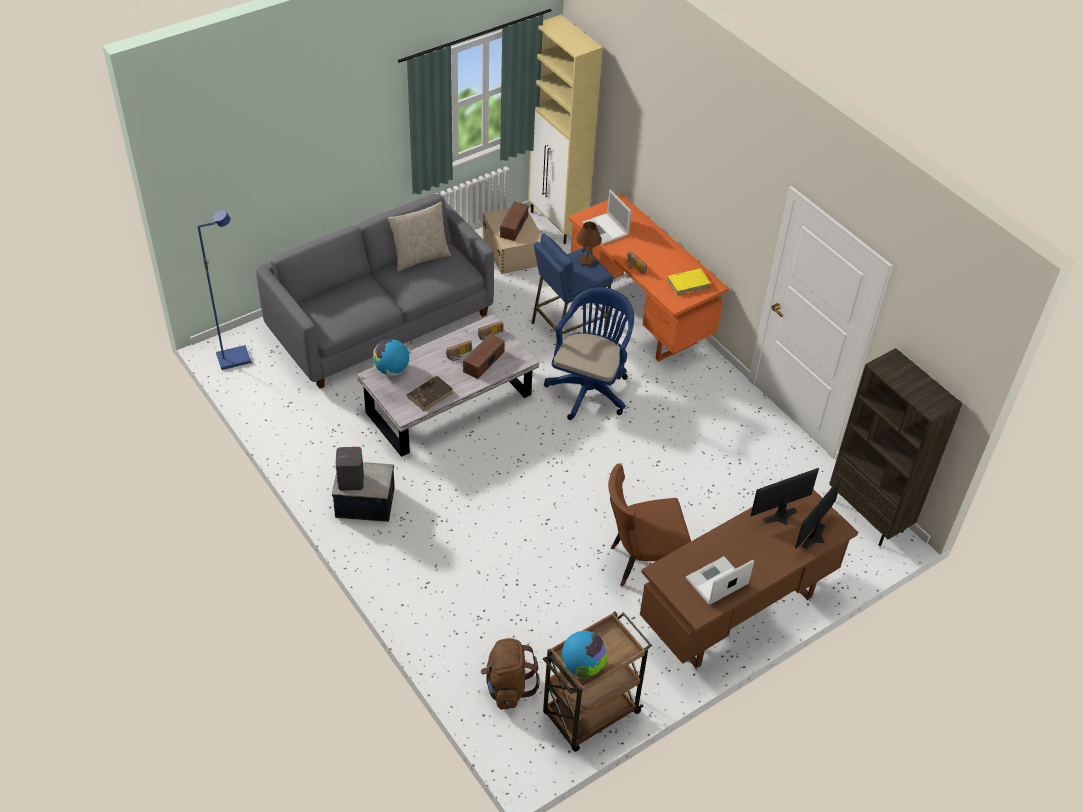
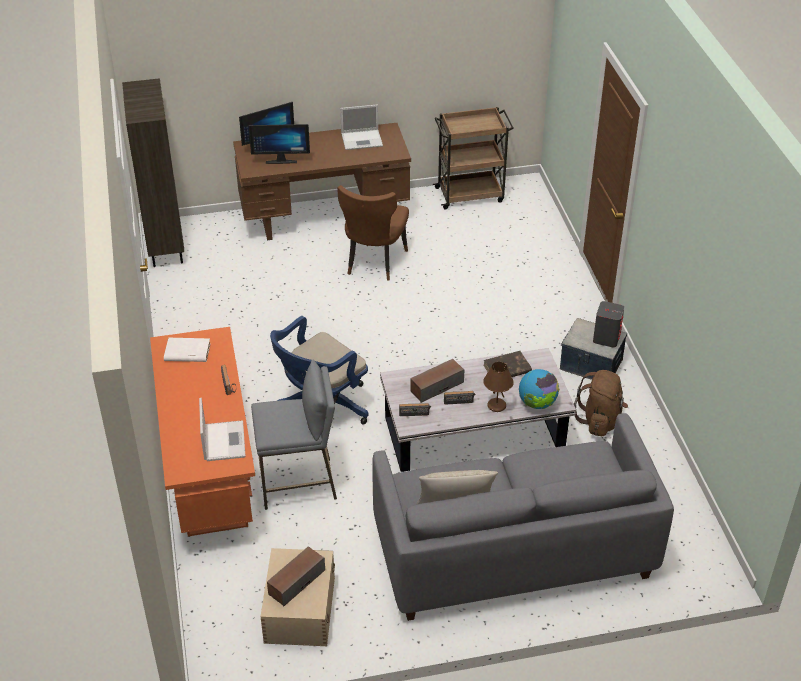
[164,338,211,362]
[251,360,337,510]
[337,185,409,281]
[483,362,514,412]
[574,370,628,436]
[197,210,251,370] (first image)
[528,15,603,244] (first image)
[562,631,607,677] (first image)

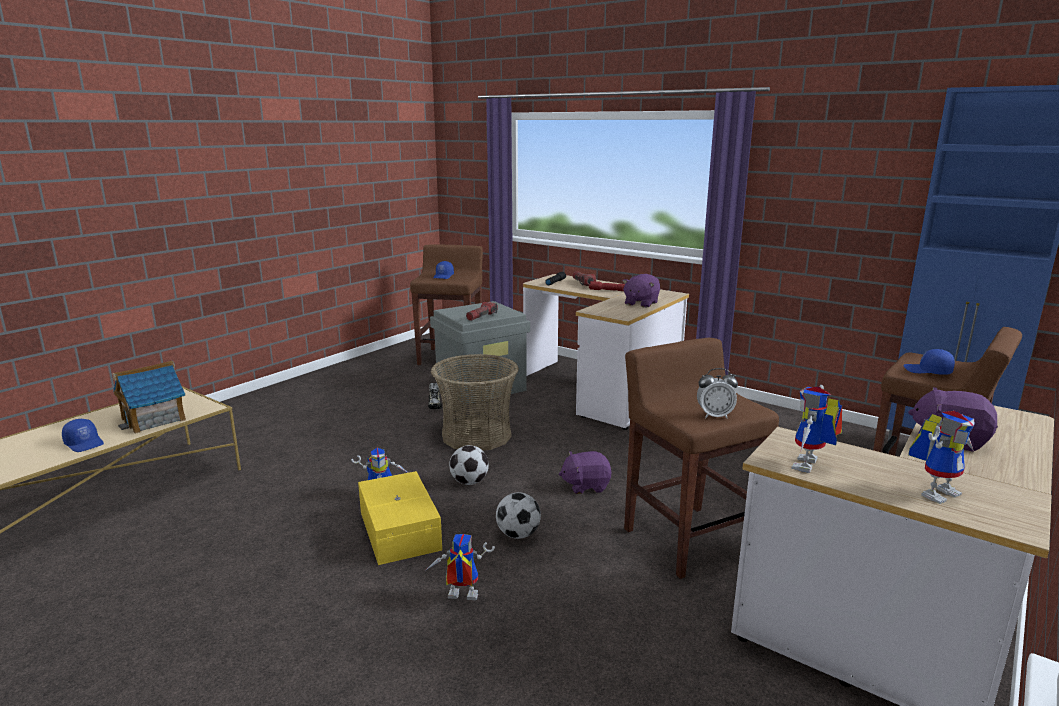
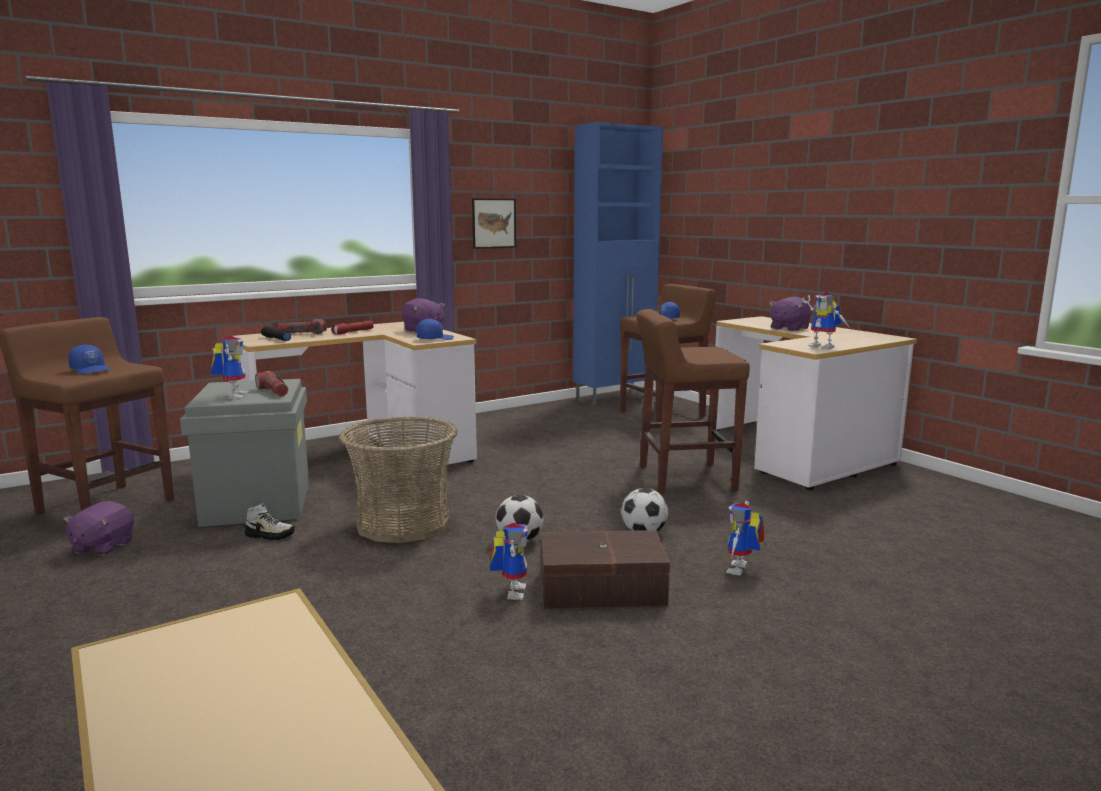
[63,501,134,556]
[211,336,247,399]
[417,318,454,340]
[472,198,516,249]
[541,530,670,608]
[112,361,186,434] (first image)
[697,368,738,419] (first image)

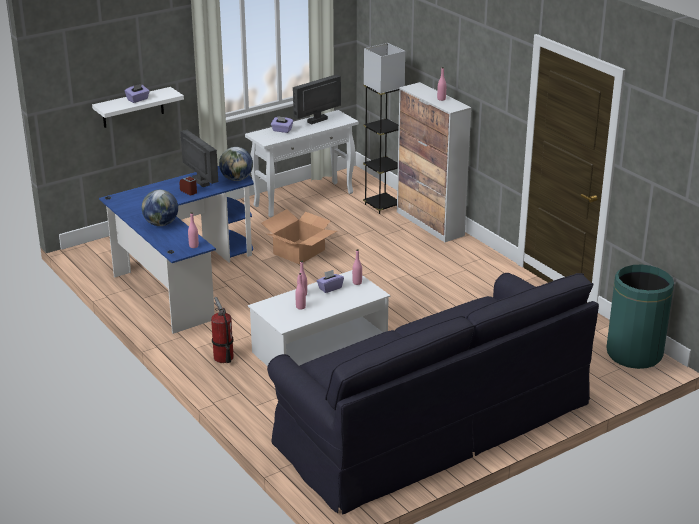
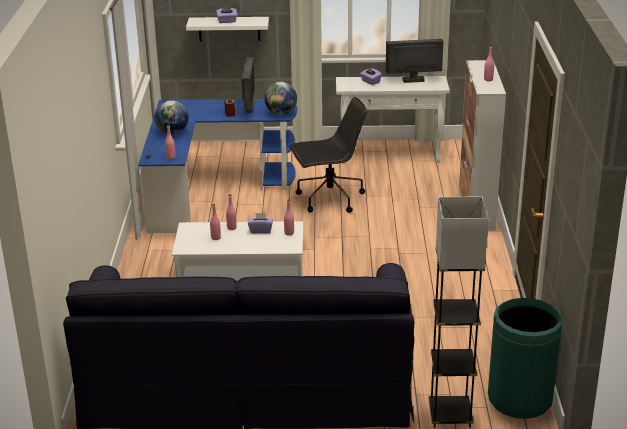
[289,97,367,213]
[428,196,488,428]
[211,297,234,363] (first image)

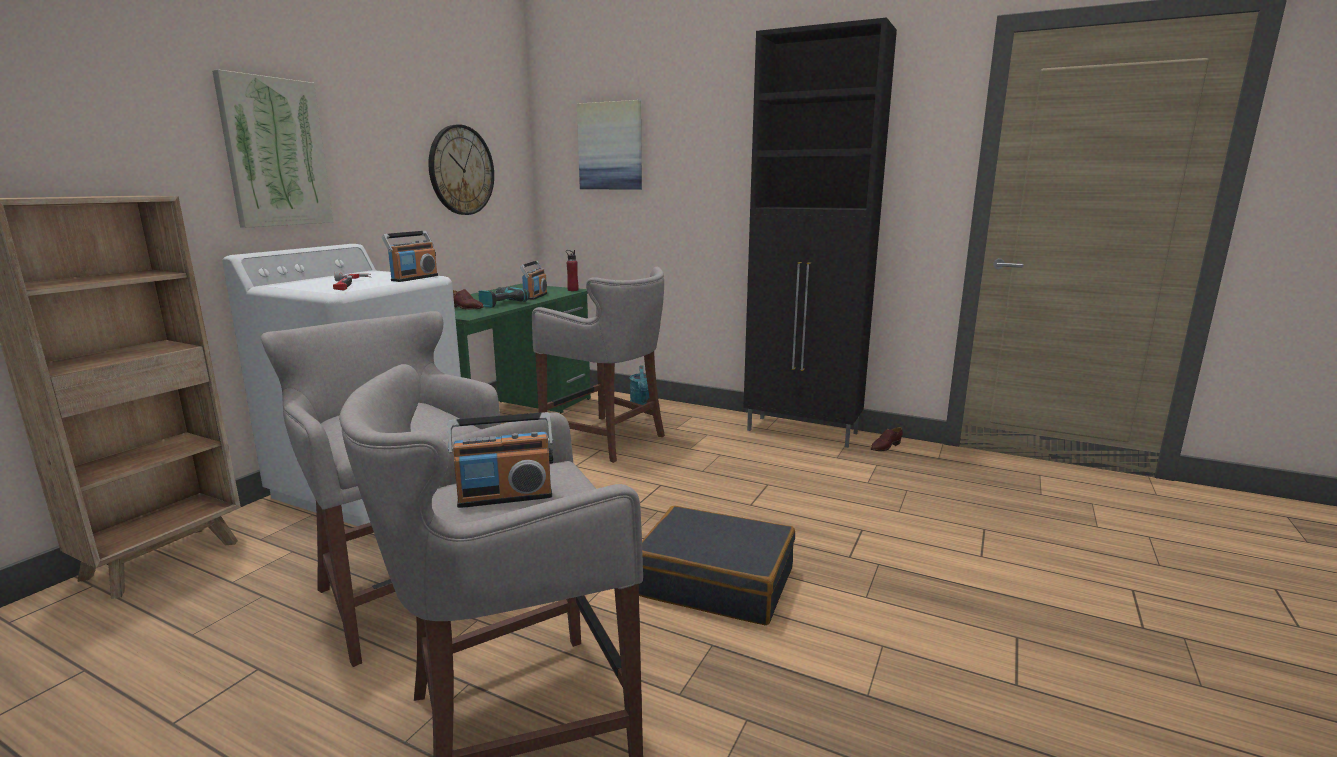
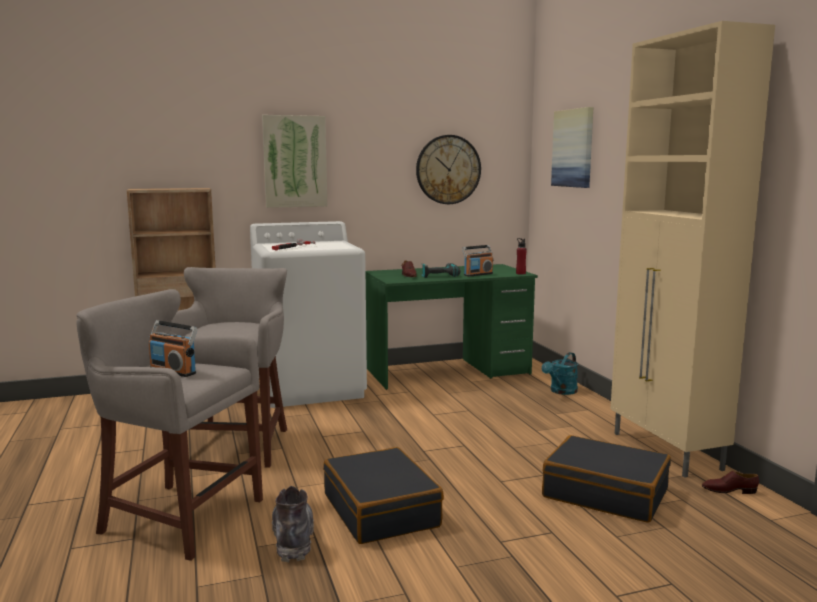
[272,486,314,562]
[542,435,671,523]
[610,21,775,477]
[382,231,438,282] (first image)
[532,266,665,463] (first image)

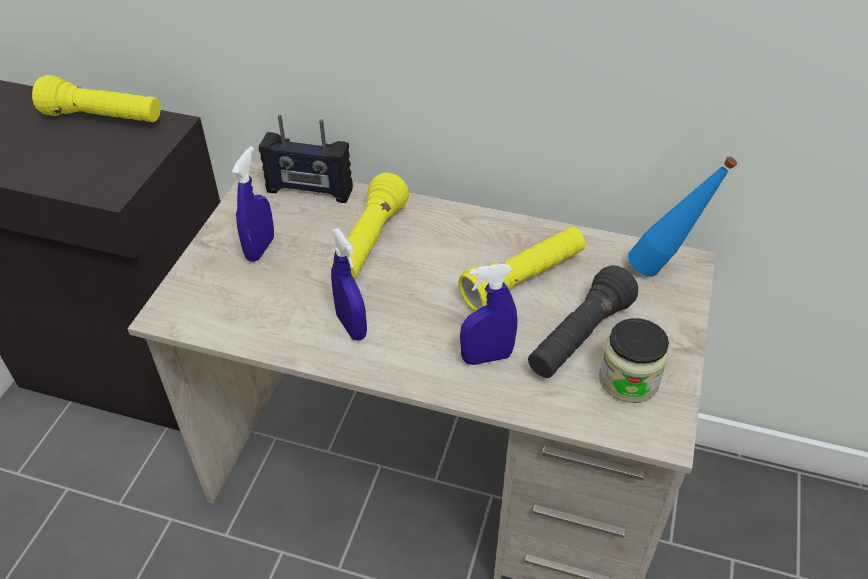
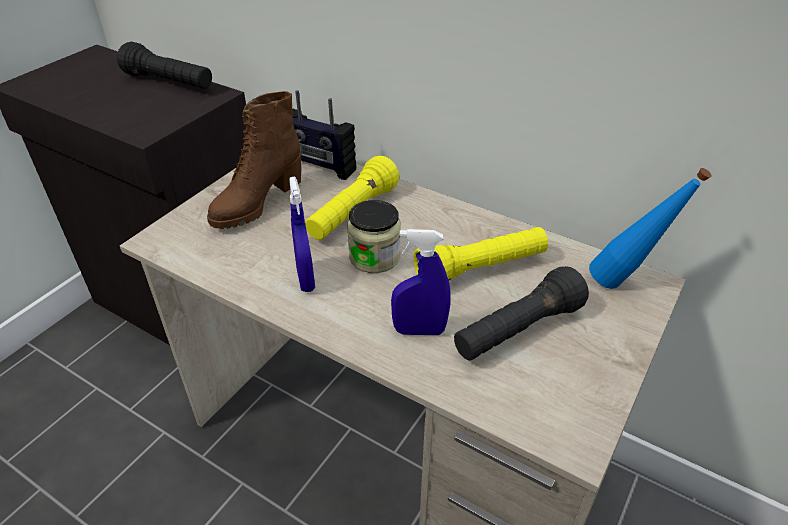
[117,42,212,89]
[207,91,301,229]
[347,200,401,273]

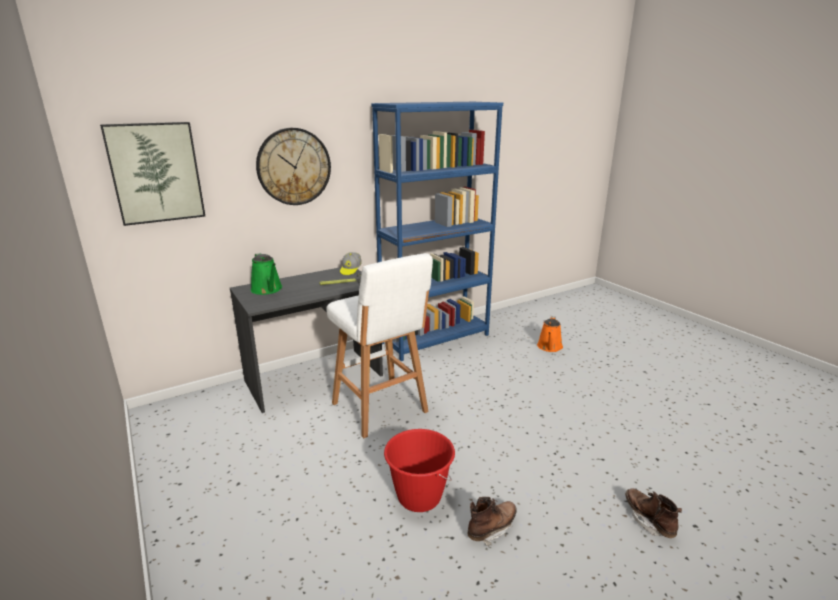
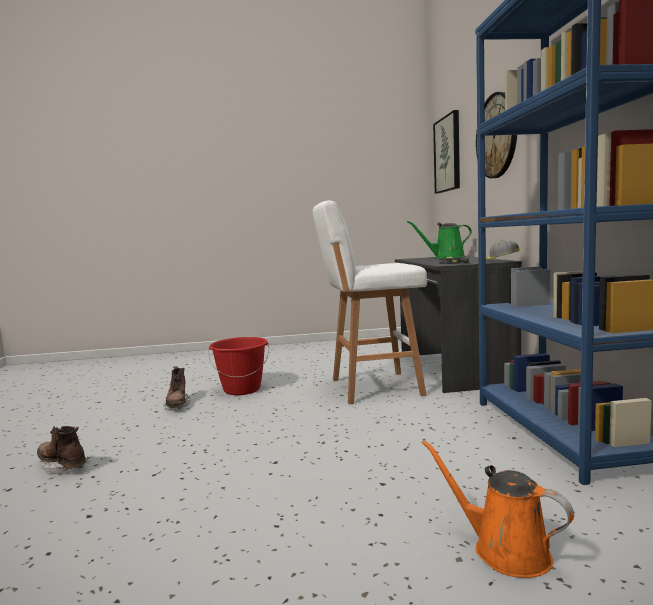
[37,426,89,476]

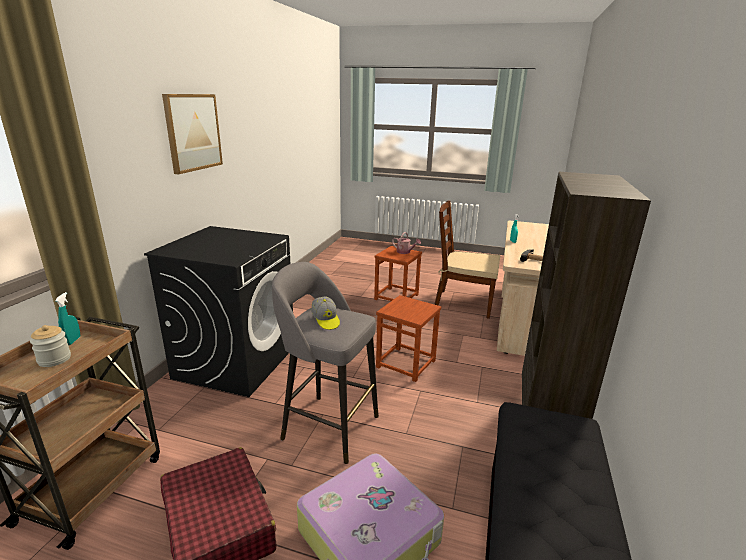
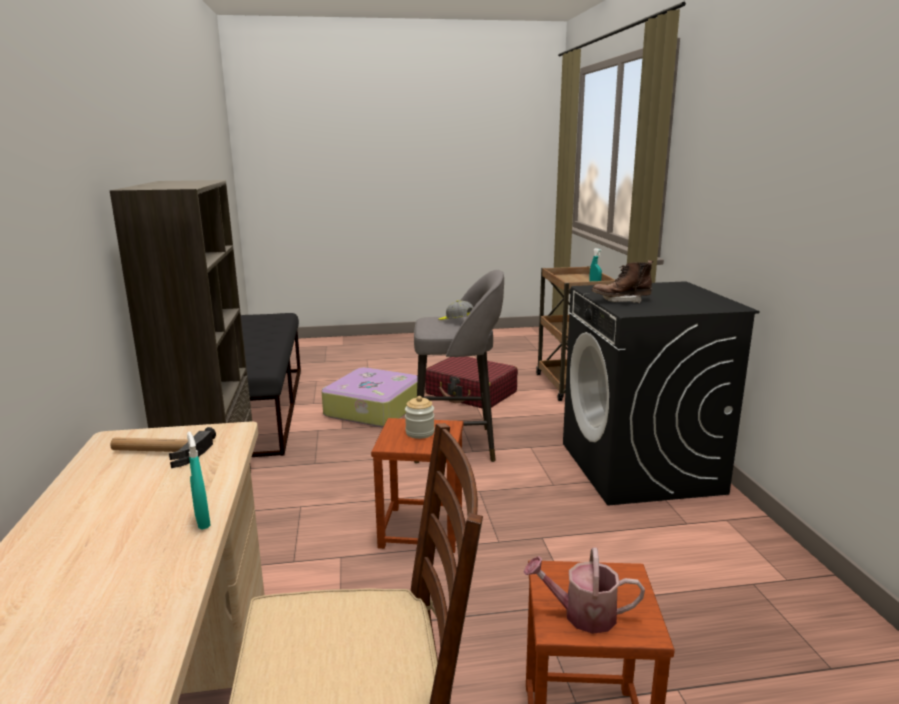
[405,396,435,439]
[591,260,653,303]
[162,94,223,174] (first image)

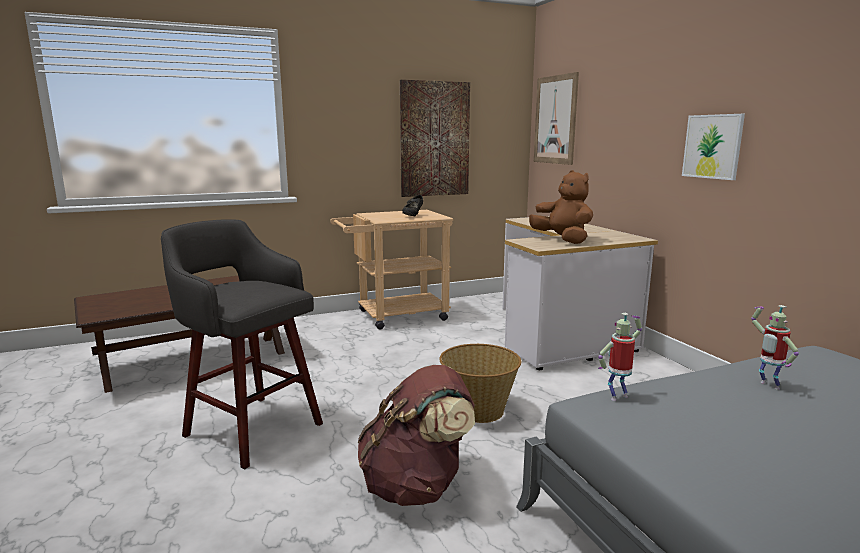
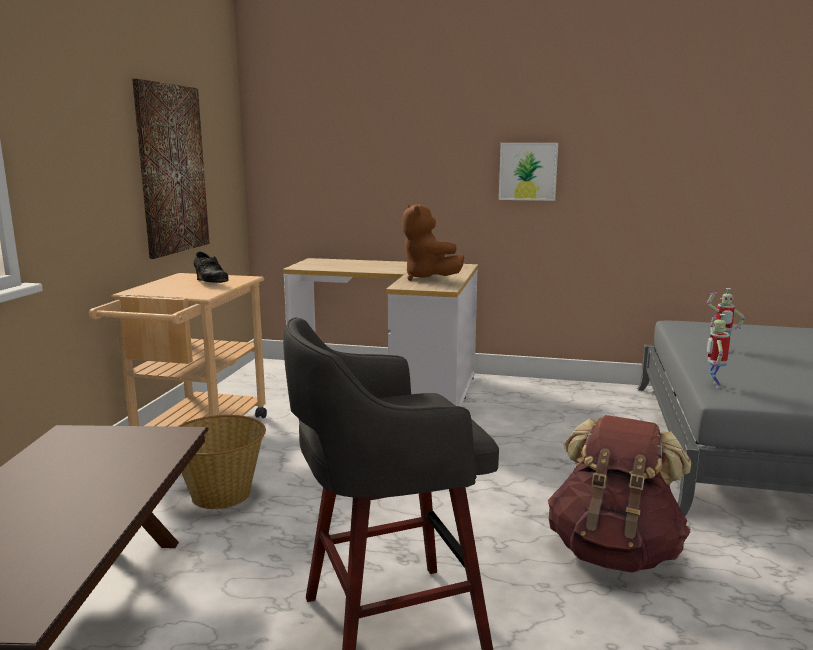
[177,415,266,509]
[402,204,464,281]
[534,72,579,165] (first image)

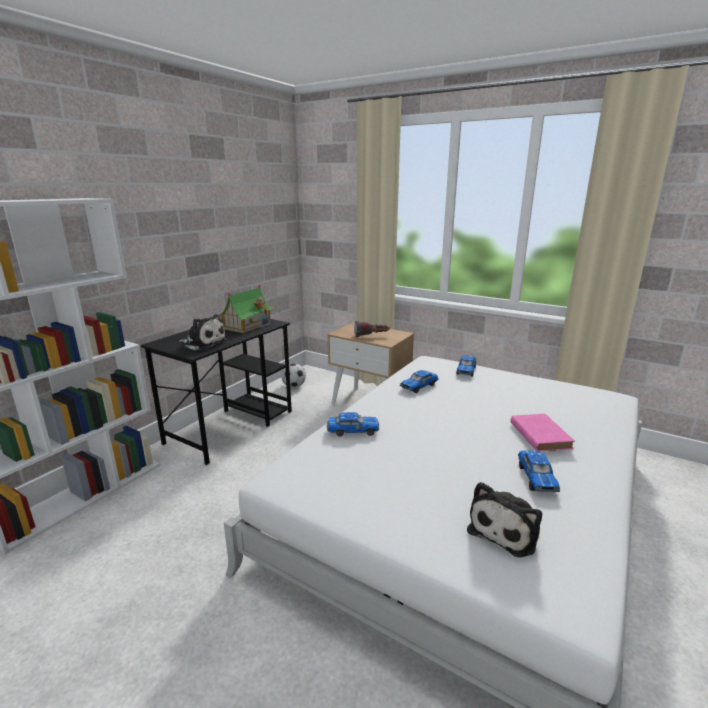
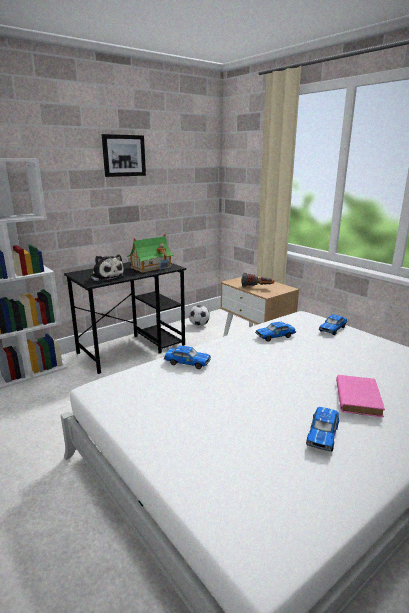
[102,134,146,177]
[467,482,542,558] (first image)

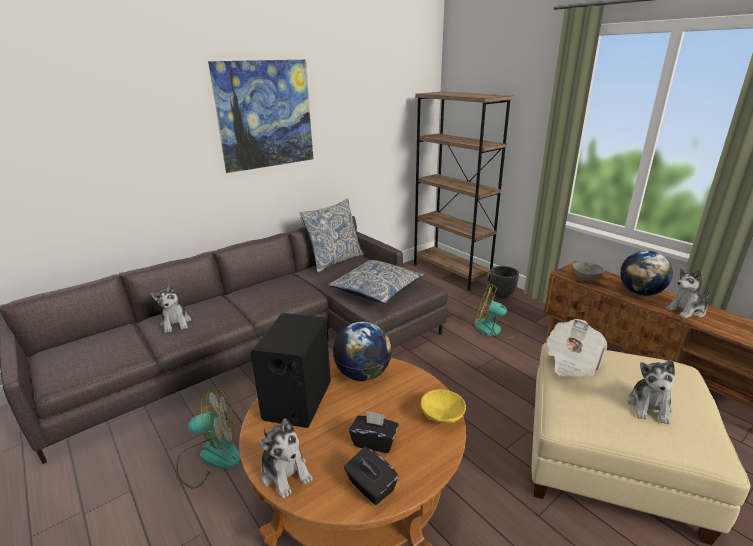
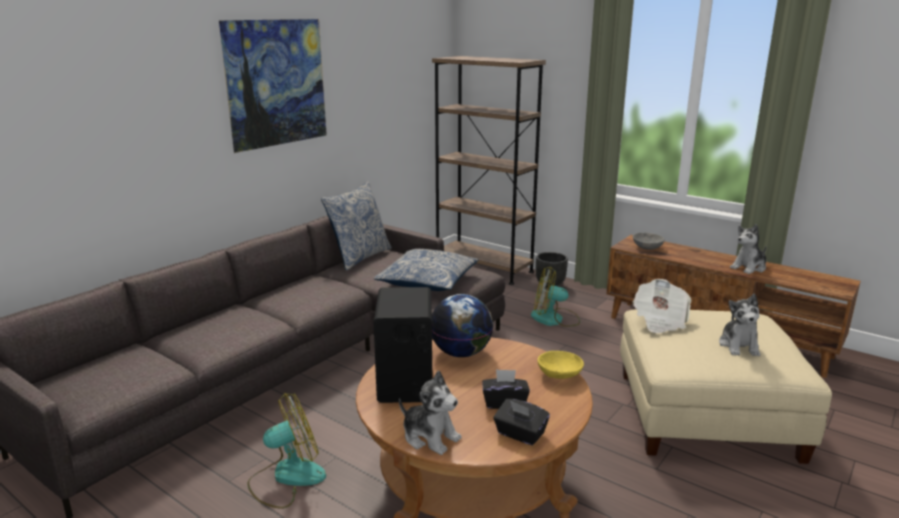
[151,284,191,333] (first image)
[620,251,673,296] (first image)

